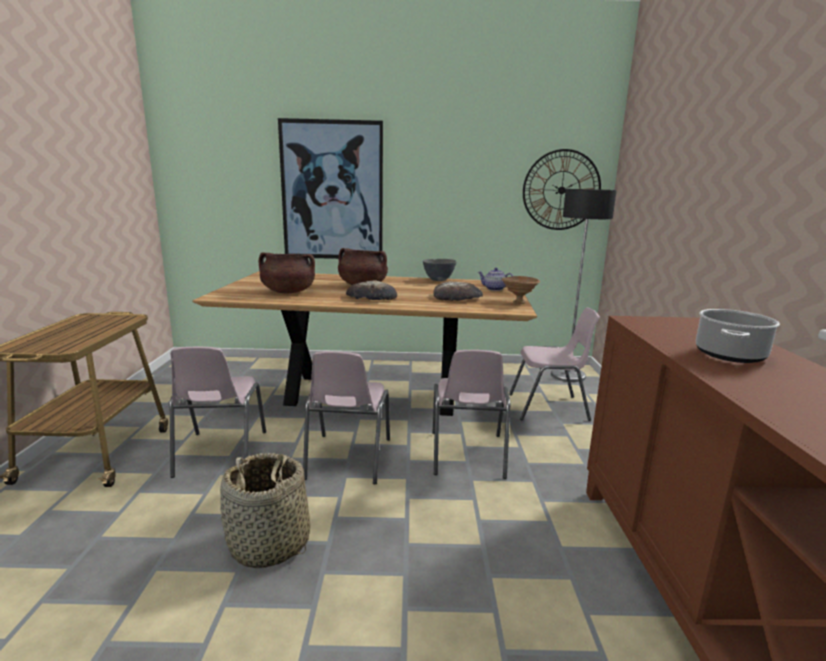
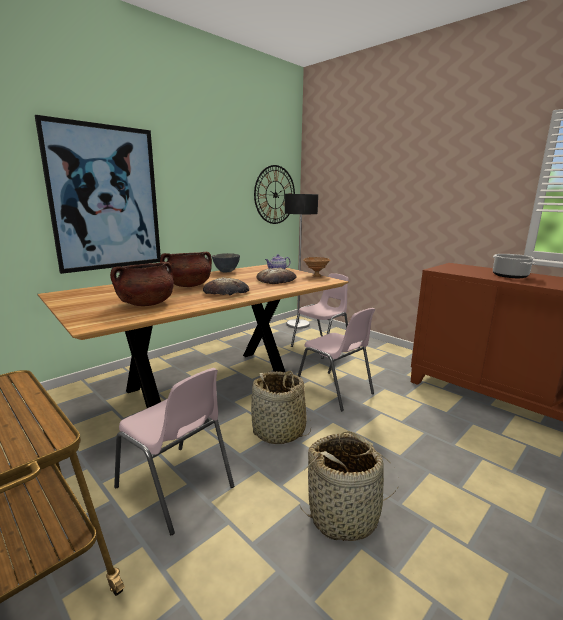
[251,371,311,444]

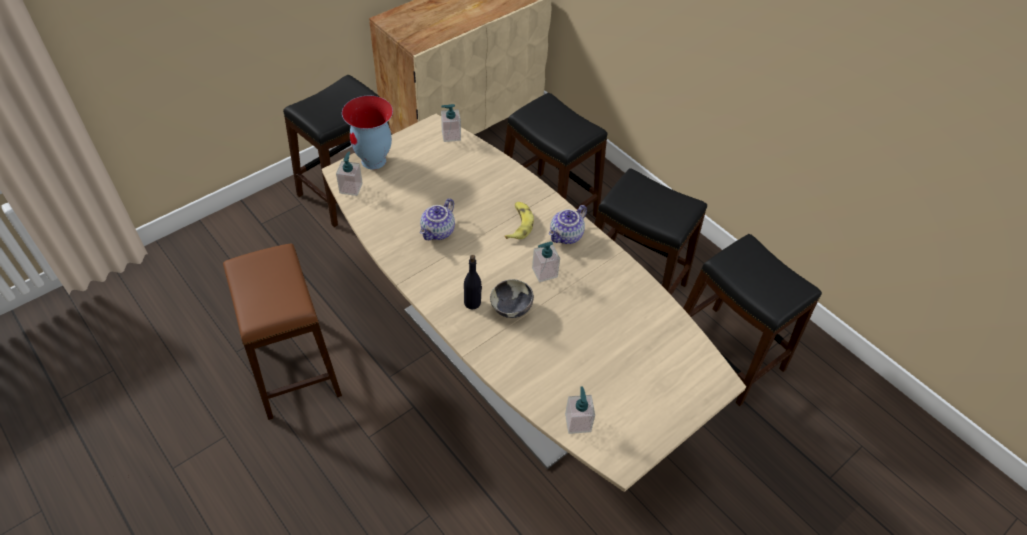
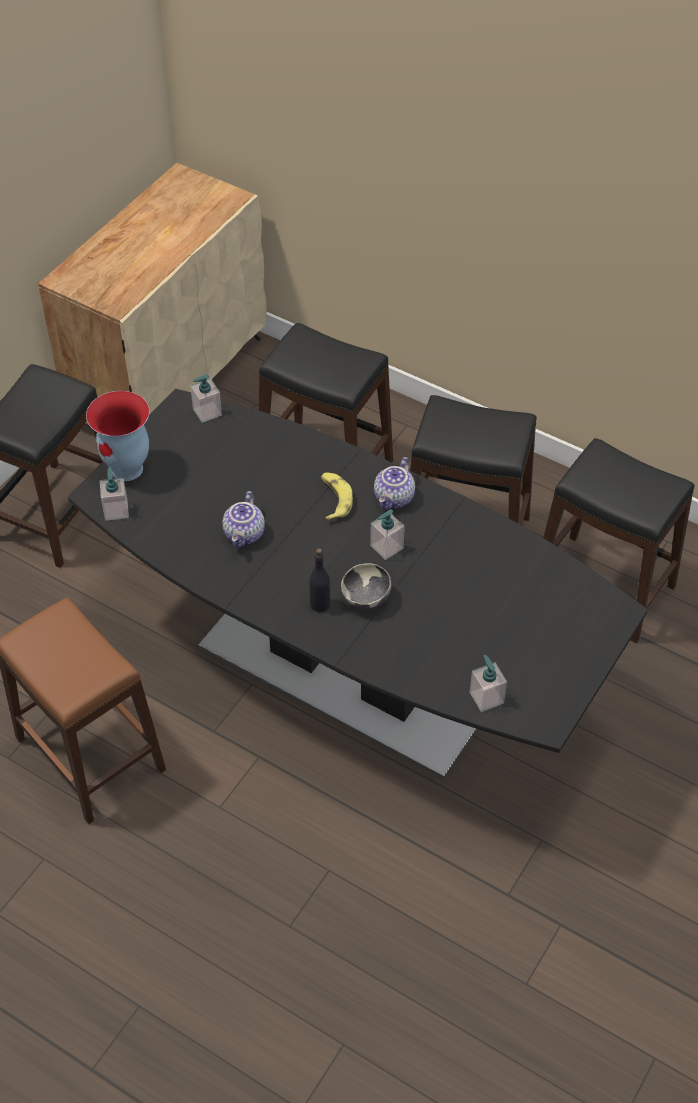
[68,389,648,779]

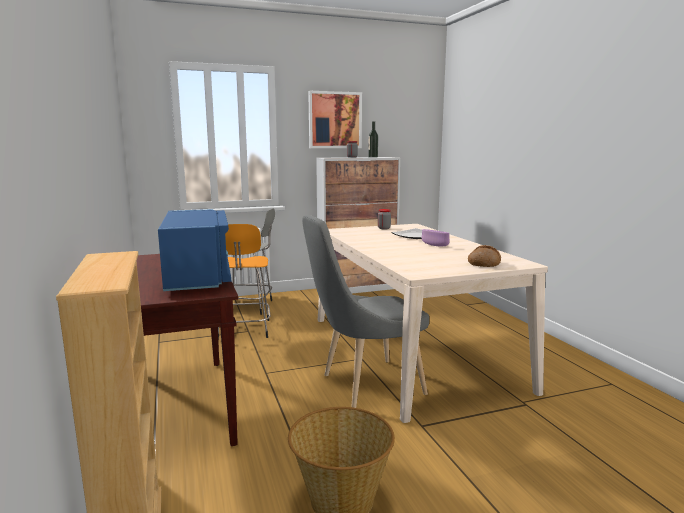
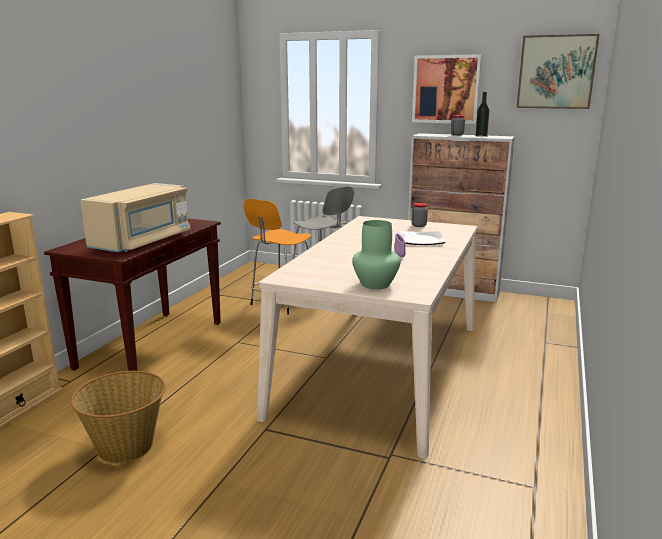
[80,183,190,252]
[352,220,401,289]
[516,34,599,109]
[302,215,429,408] (first image)

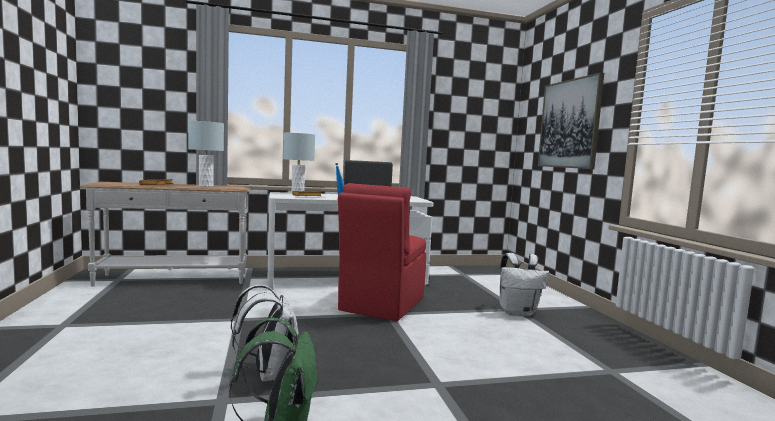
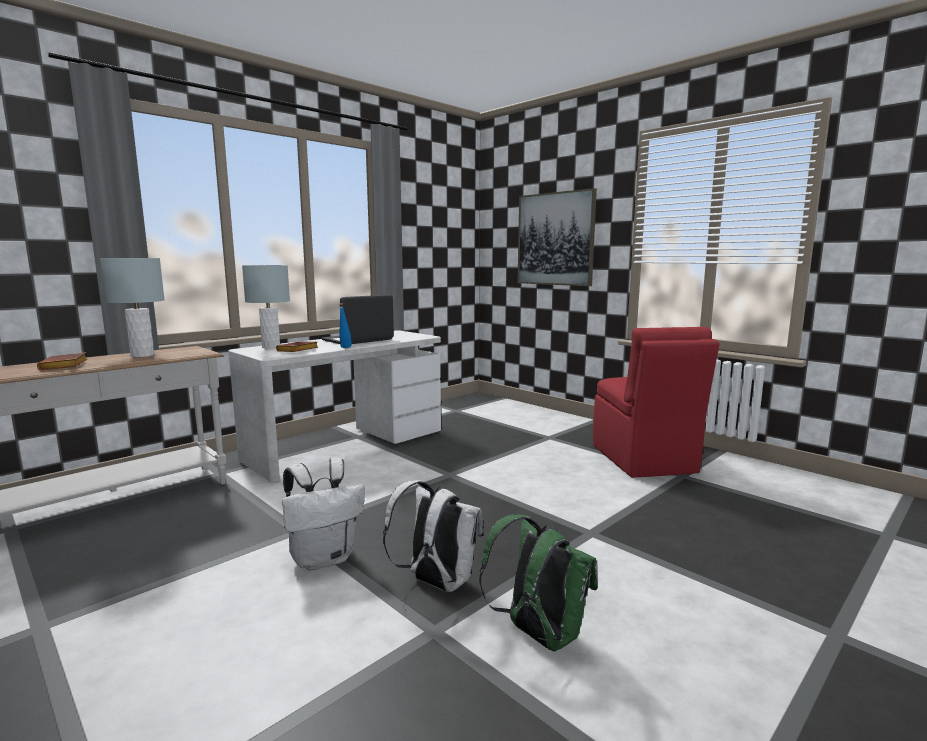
[282,457,365,571]
[593,326,720,478]

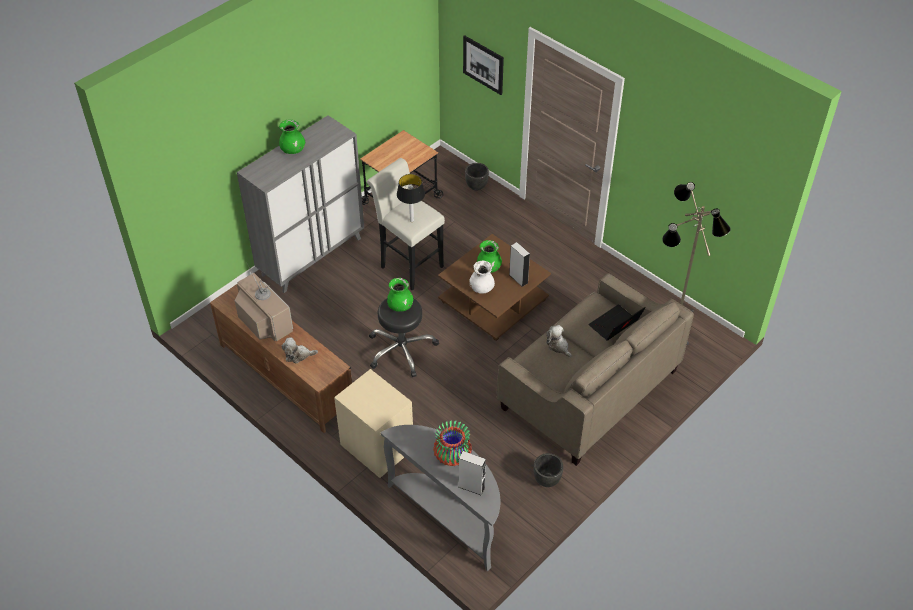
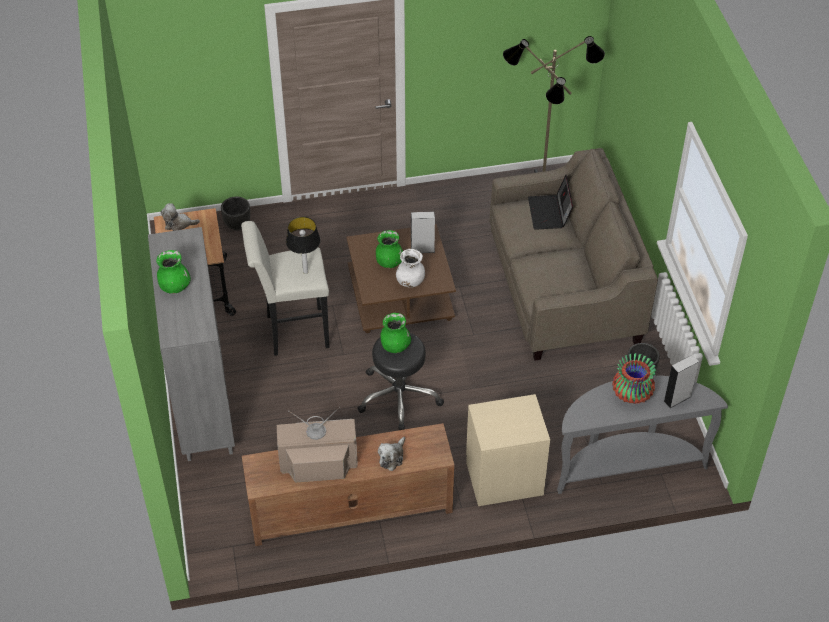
[161,203,200,231]
[463,35,504,95] (first image)

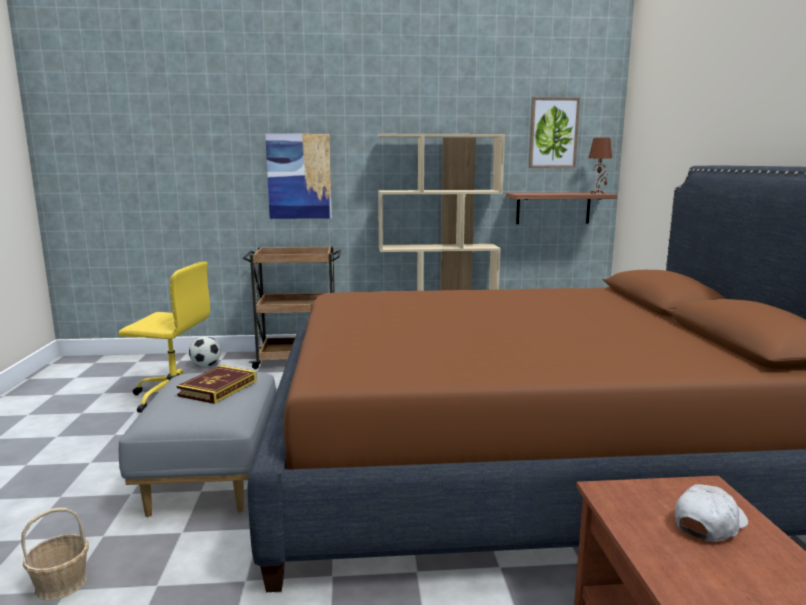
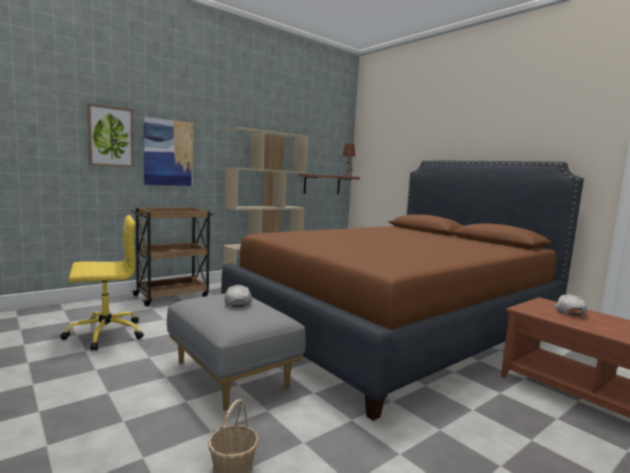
[87,103,134,167]
[224,285,252,308]
[189,337,221,367] (first image)

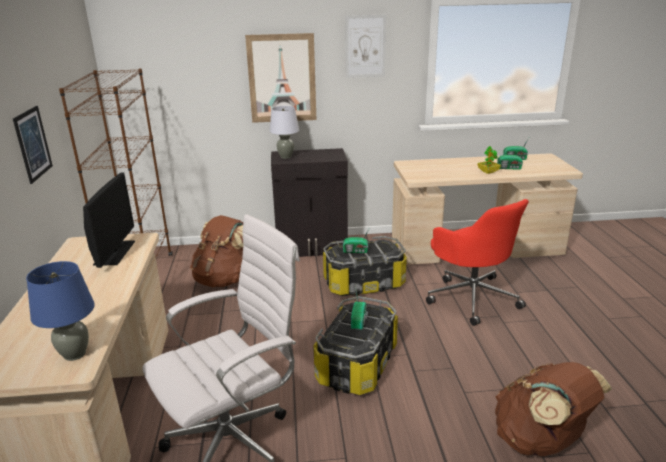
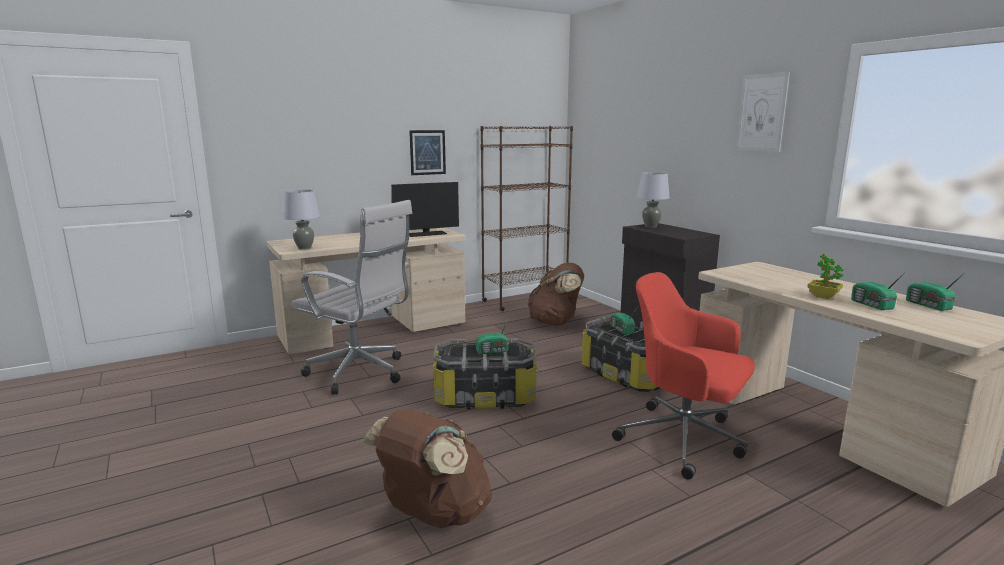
[284,190,320,250]
[612,272,755,480]
[245,33,316,123] (first image)

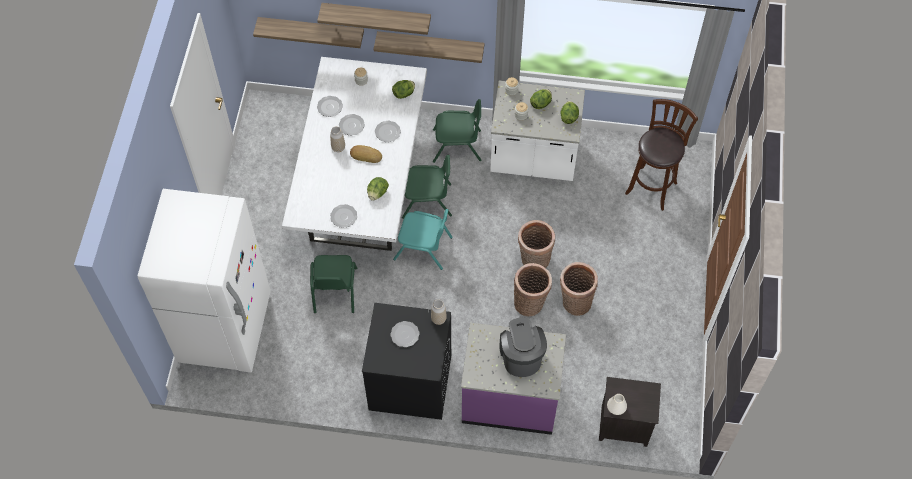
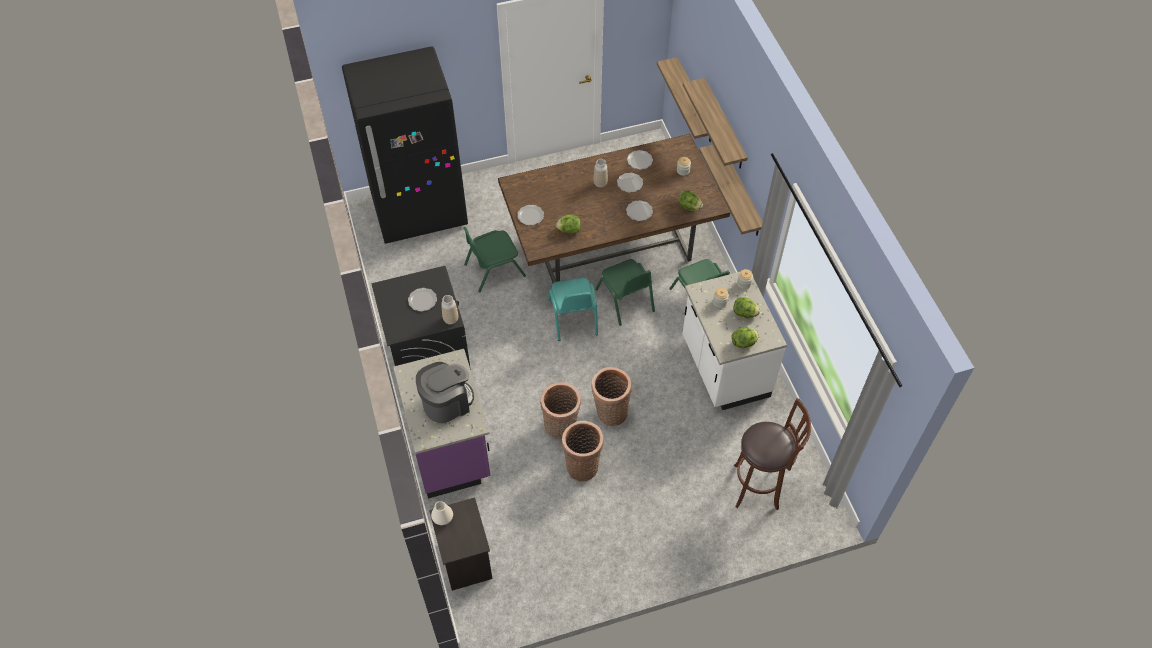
[342,46,468,244]
[498,134,730,283]
[350,145,382,163] (first image)

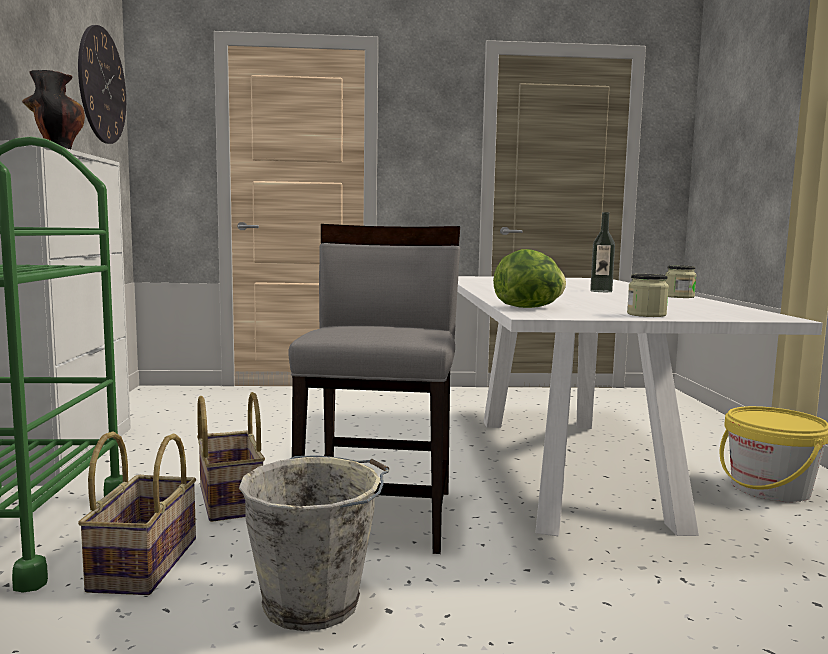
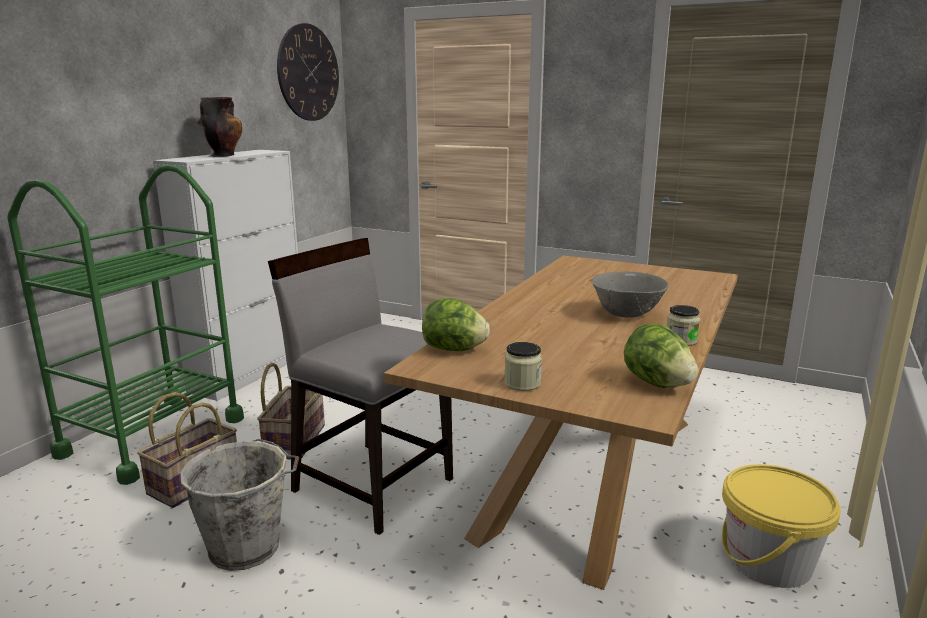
[268,238,453,535]
[384,255,738,590]
[591,272,669,318]
[624,324,698,388]

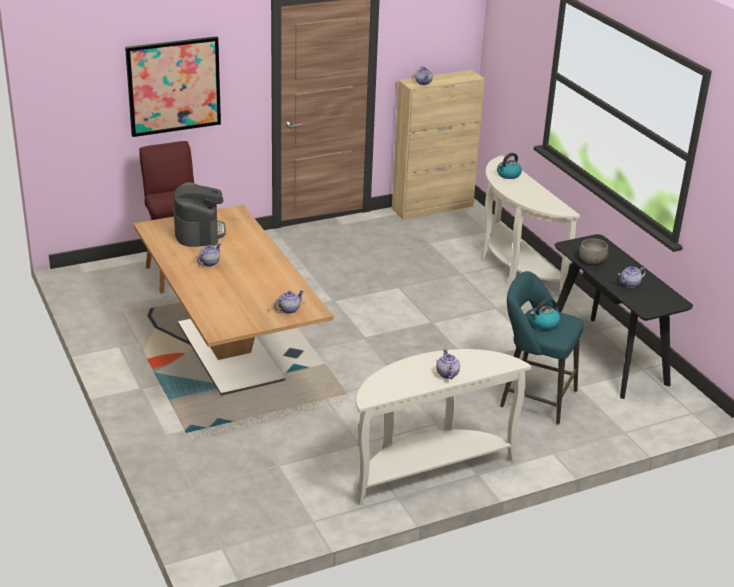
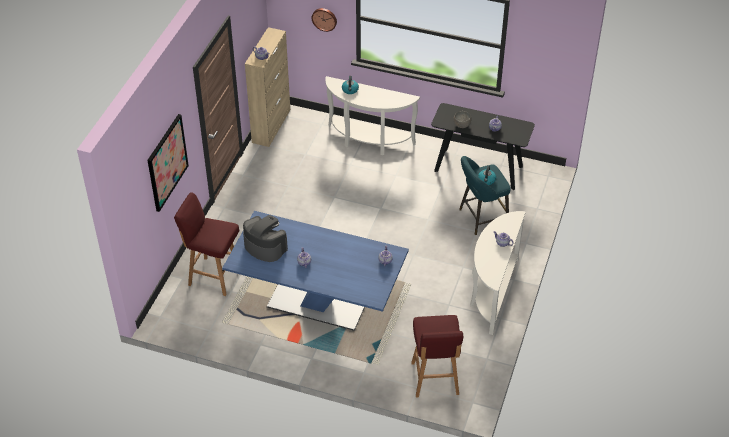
[222,211,409,331]
[312,8,337,32]
[411,315,463,398]

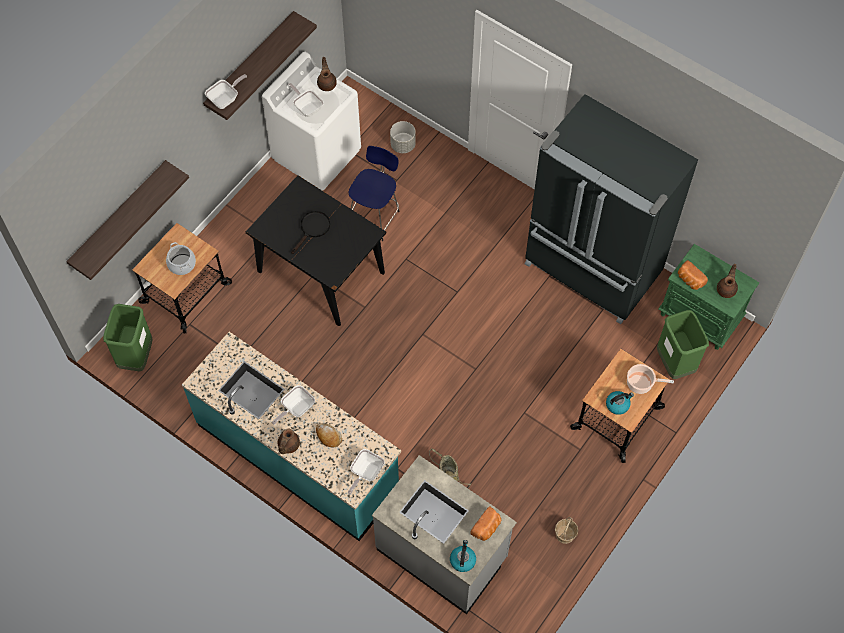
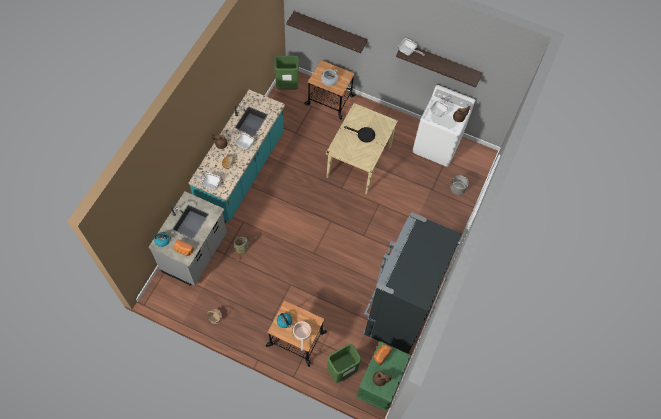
[326,103,398,195]
[349,146,400,241] (first image)

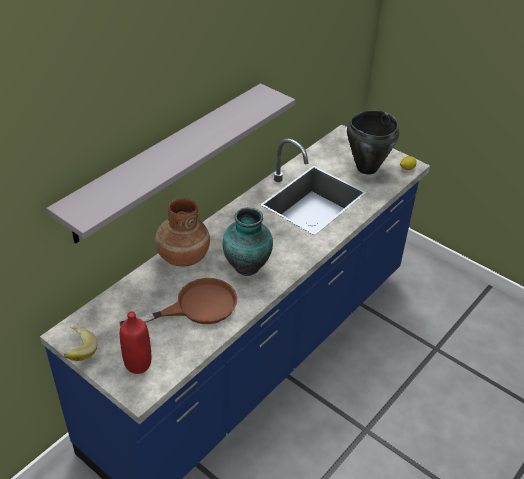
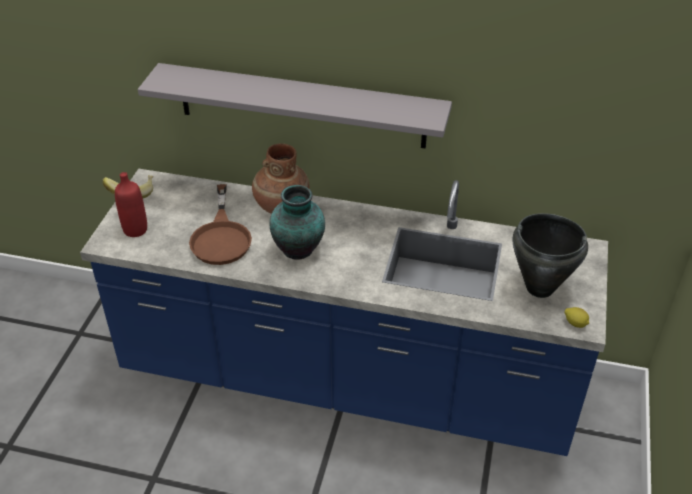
[189,184,252,265]

